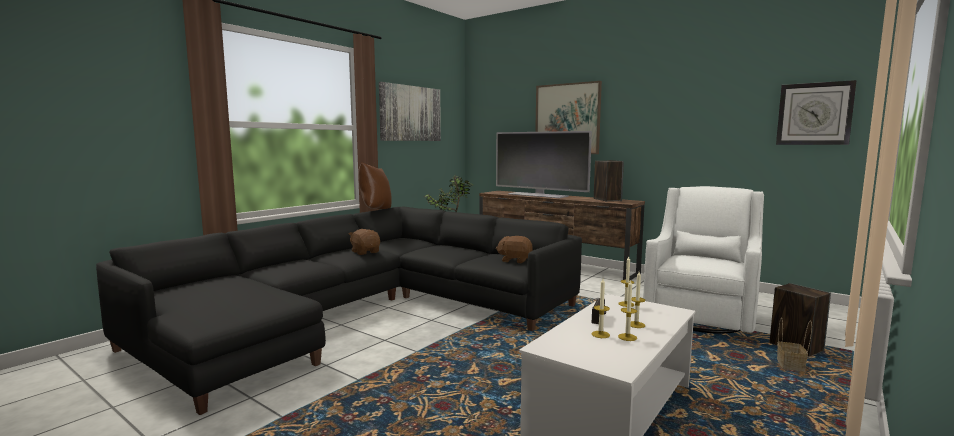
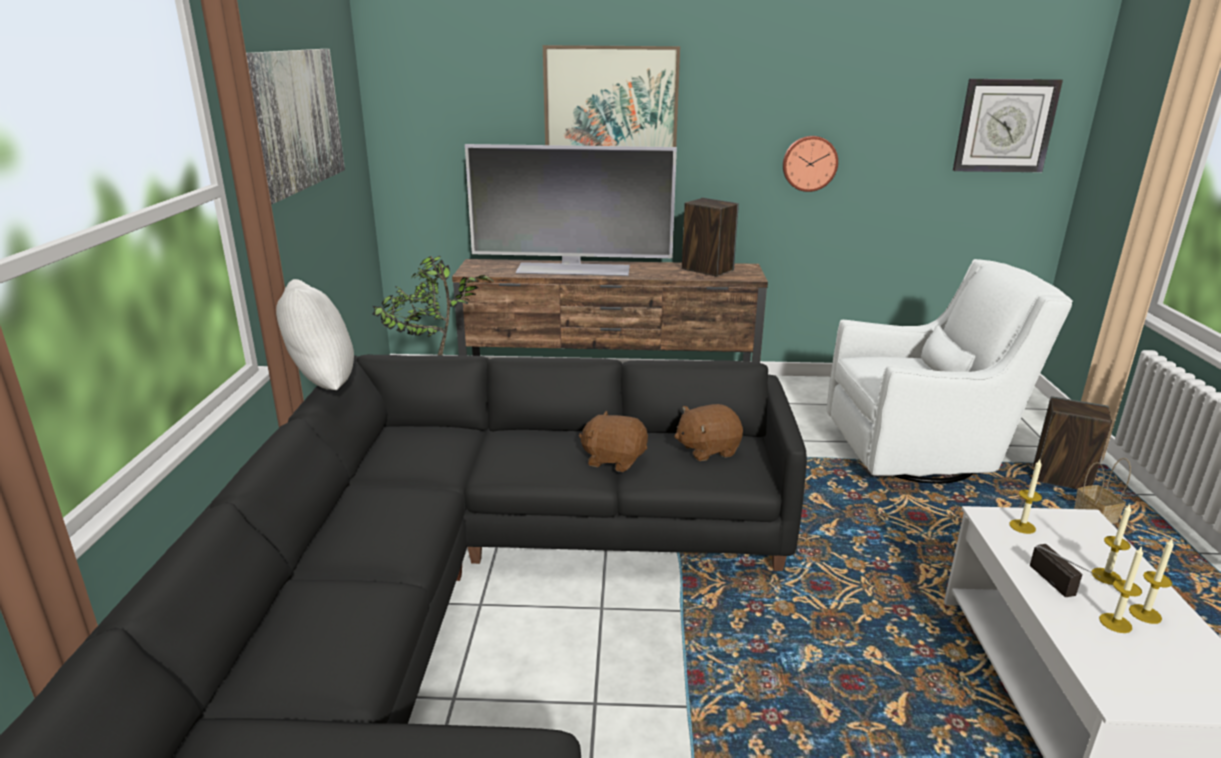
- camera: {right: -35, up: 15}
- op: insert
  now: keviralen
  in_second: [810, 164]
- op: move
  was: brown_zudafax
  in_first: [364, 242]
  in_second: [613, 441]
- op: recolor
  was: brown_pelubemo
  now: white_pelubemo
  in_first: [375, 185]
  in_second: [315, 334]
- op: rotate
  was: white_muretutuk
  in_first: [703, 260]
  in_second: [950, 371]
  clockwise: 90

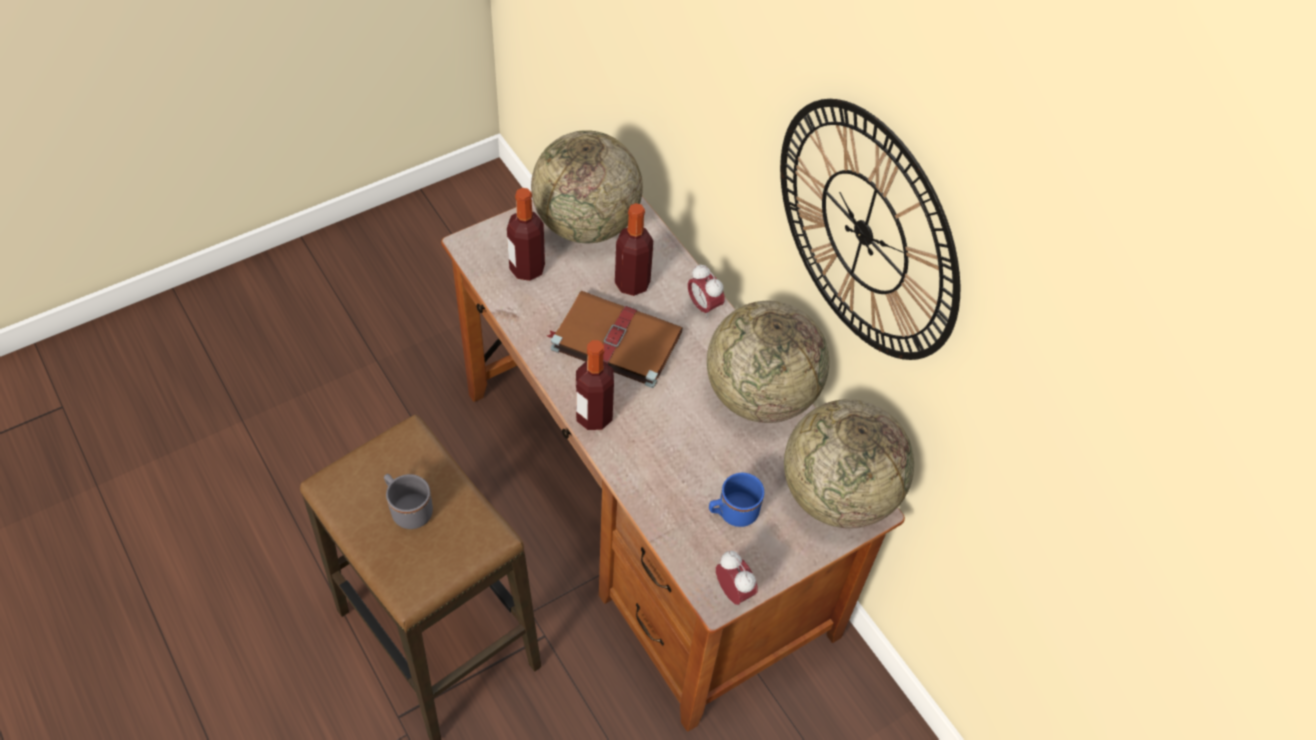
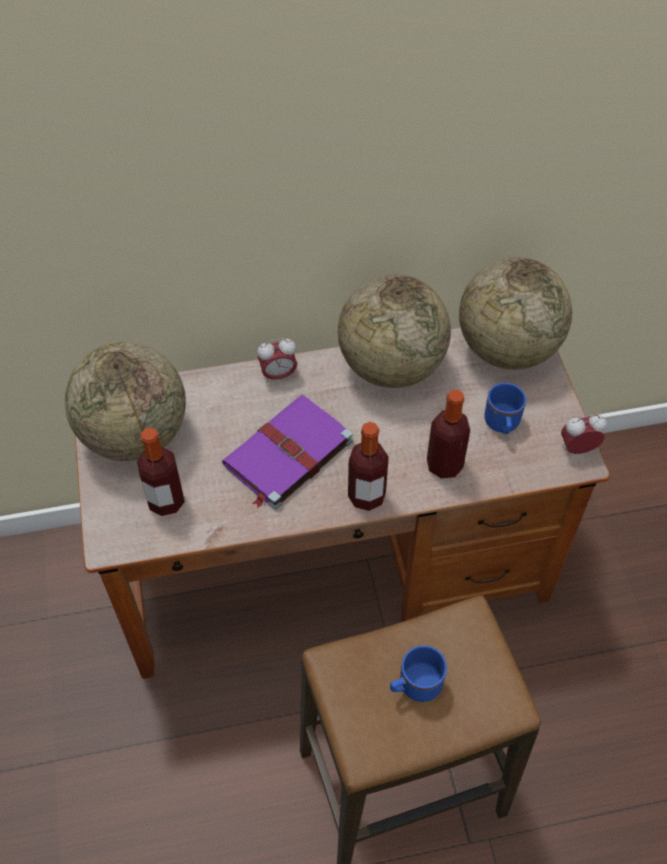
- camera: {right: -65, up: 0}
- op: delete
  was: keviralen
  in_first: [870, 229]
- op: move
  was: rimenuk
  in_first: [634, 249]
  in_second: [448, 434]
- op: recolor
  was: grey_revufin
  now: blue_revufin
  in_first: [408, 501]
  in_second: [418, 673]
- op: recolor
  was: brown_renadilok
  now: purple_renadilok
  in_first: [615, 339]
  in_second: [287, 452]

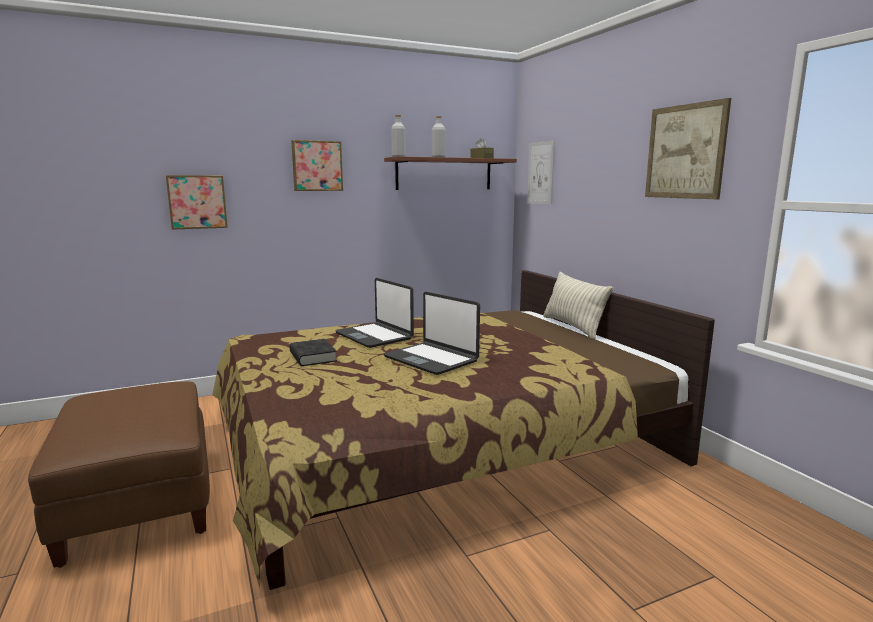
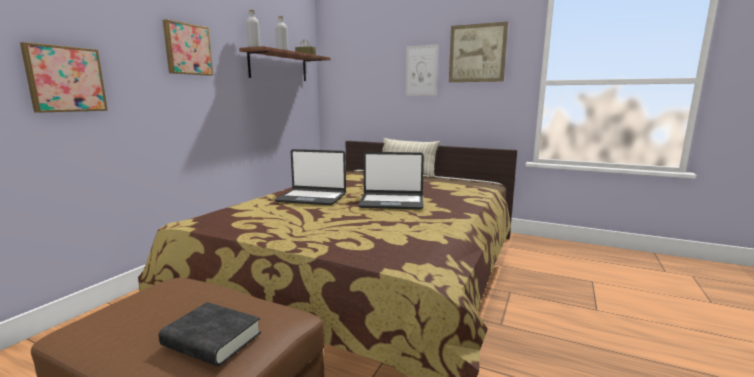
- camera: {right: -40, up: 0}
- op: move
  was: black_renadilok
  in_first: [313, 352]
  in_second: [210, 334]
- op: move
  was: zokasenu
  in_first: [541, 173]
  in_second: [422, 70]

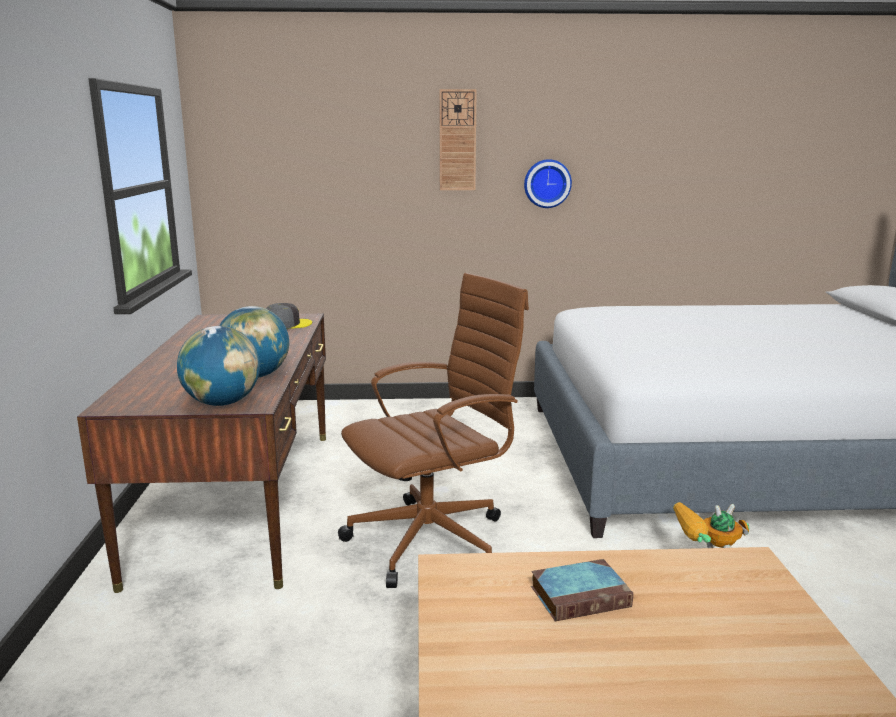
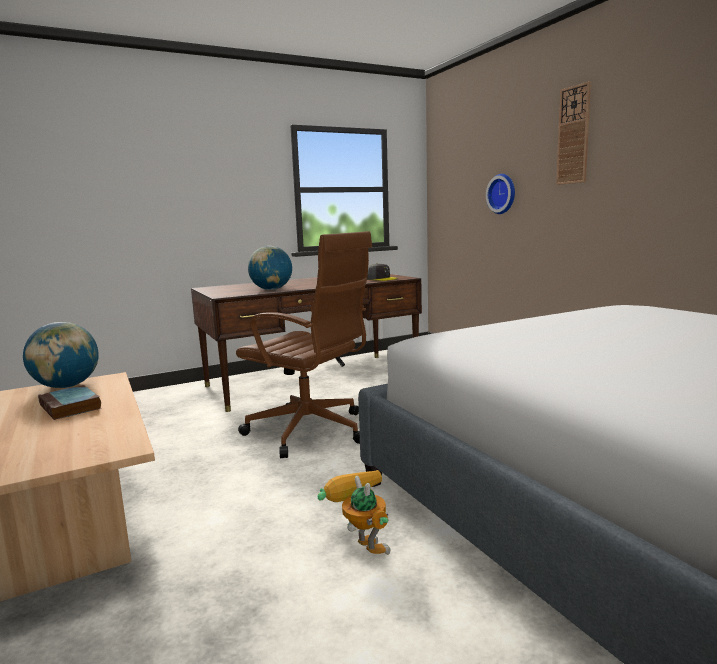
- camera: {right: 65, up: -5}
- op: move
  was: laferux
  in_first: [218, 366]
  in_second: [61, 355]
- op: move
  was: keviralen
  in_first: [548, 183]
  in_second: [500, 194]

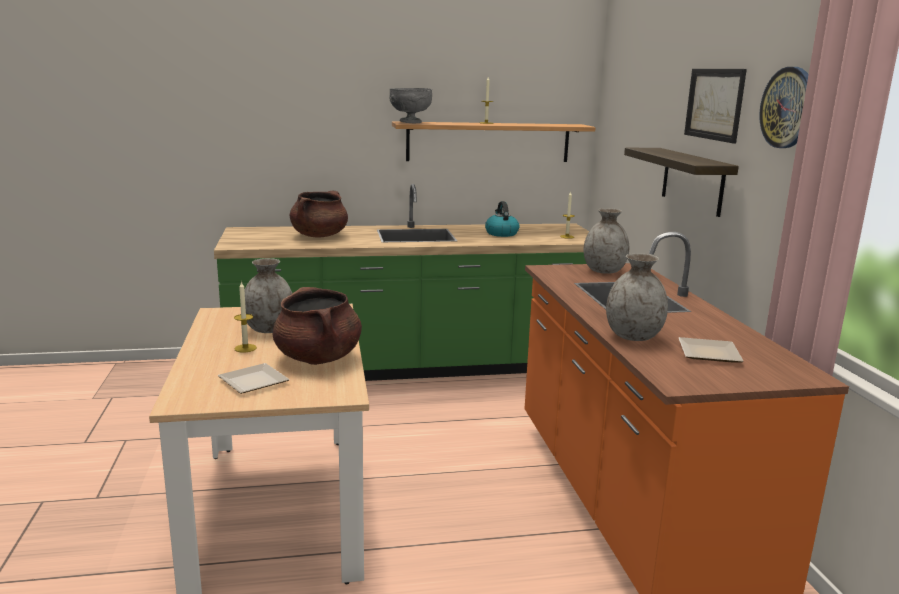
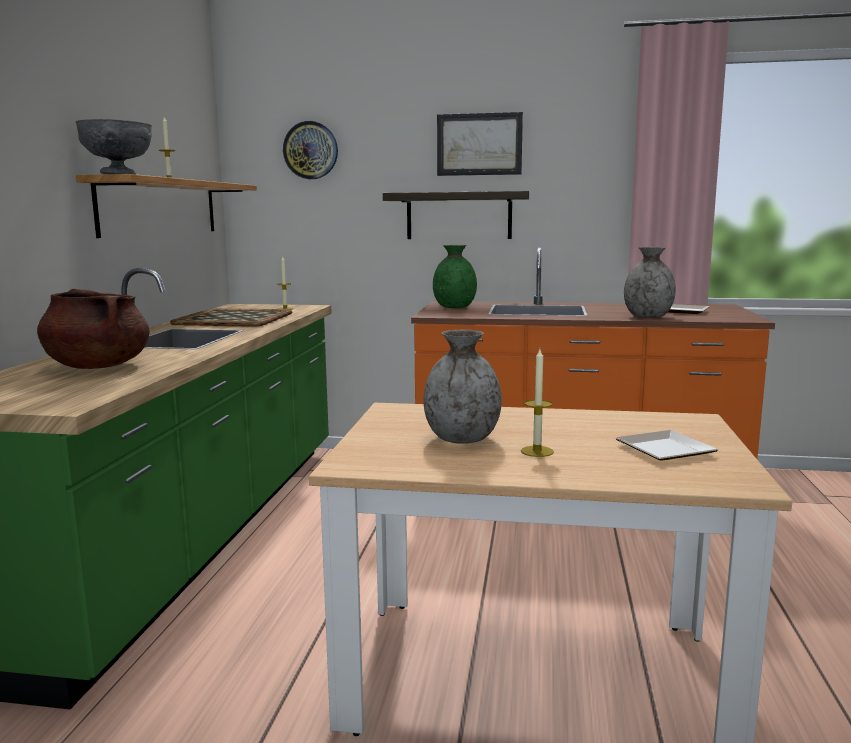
- camera: {right: -70, up: -5}
- op: delete
  was: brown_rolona
  in_first: [317, 326]
- op: move
  was: keviralen
  in_first: [784, 107]
  in_second: [310, 150]
- op: replace
  was: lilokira
  now: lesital
  in_first: [502, 219]
  in_second: [231, 317]
- op: recolor
  was: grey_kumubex
  now: green_kumubex
  in_first: [606, 241]
  in_second: [455, 276]

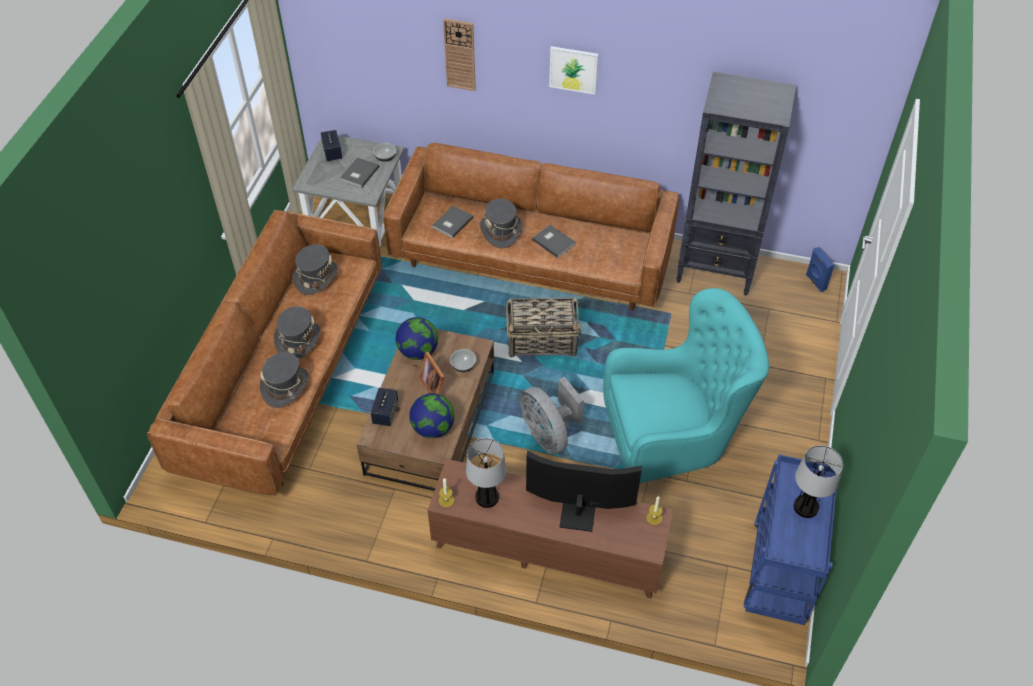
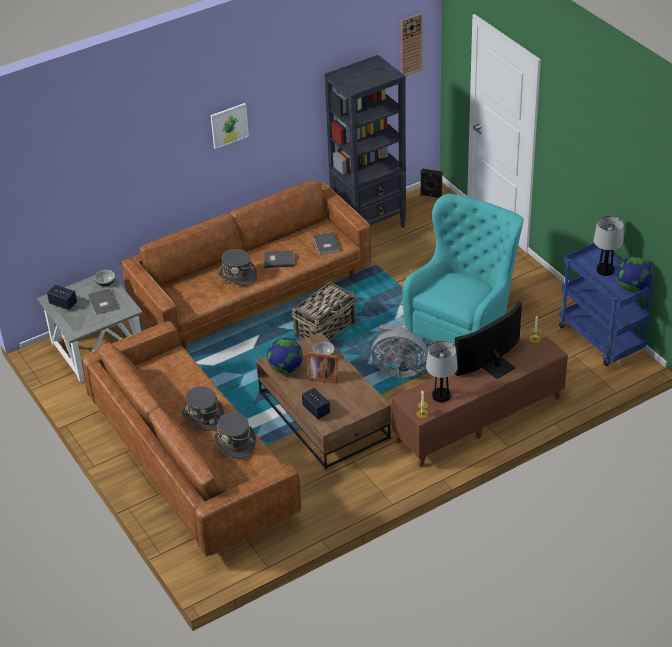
- camera: {right: -45, up: -10}
- op: delete
  was: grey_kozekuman
  in_first: [315, 269]
- op: move
  was: laferux
  in_first: [432, 415]
  in_second: [634, 274]
- op: move
  was: grey_renadilok
  in_first: [453, 222]
  in_second: [326, 243]
- op: move
  was: keviralen
  in_first: [459, 55]
  in_second: [411, 44]
- op: recolor
  was: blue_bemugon
  now: black_bemugon
  in_first: [820, 269]
  in_second: [431, 183]

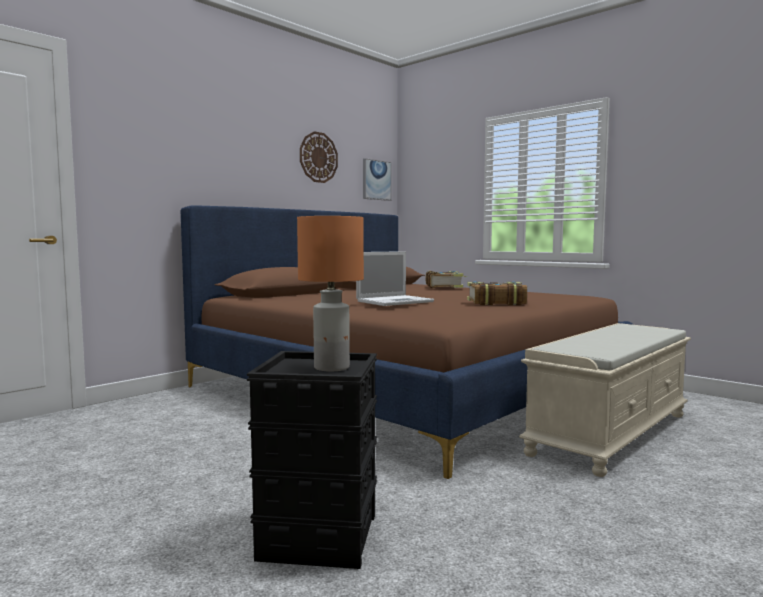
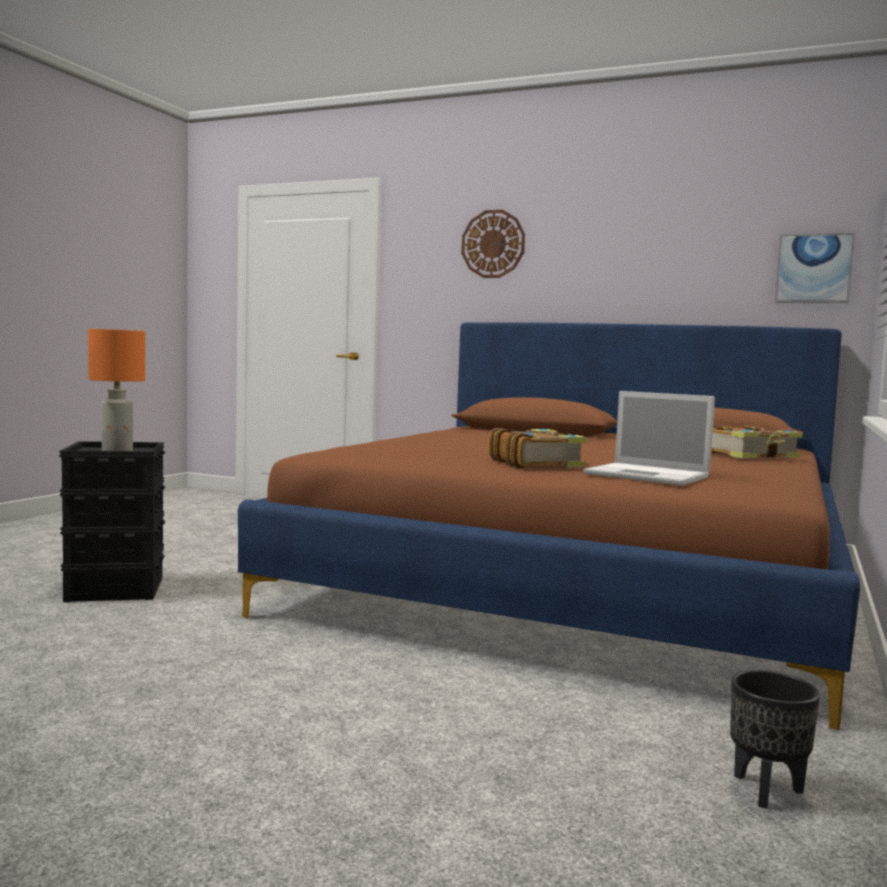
- camera: {right: 70, up: 0}
- op: delete
  was: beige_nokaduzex
  in_first: [605, 400]
- op: insert
  now: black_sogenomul
  in_second: [775, 739]
- op: move
  was: keviralen
  in_first: [319, 157]
  in_second: [493, 244]
- op: move
  was: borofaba
  in_first: [395, 278]
  in_second: [649, 438]

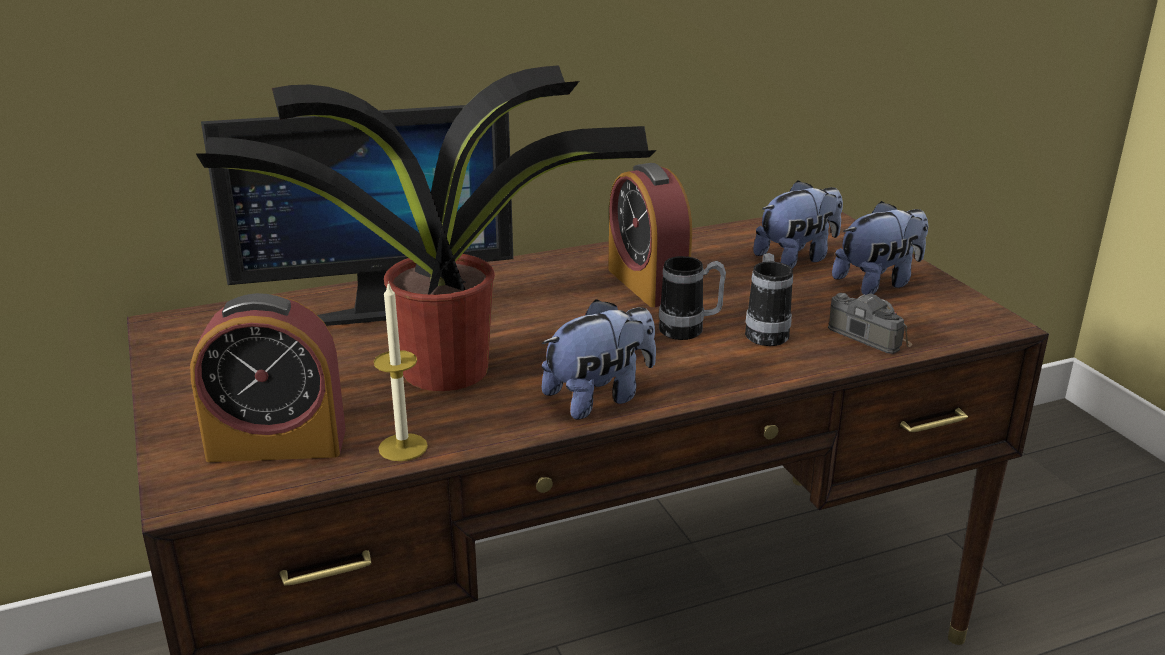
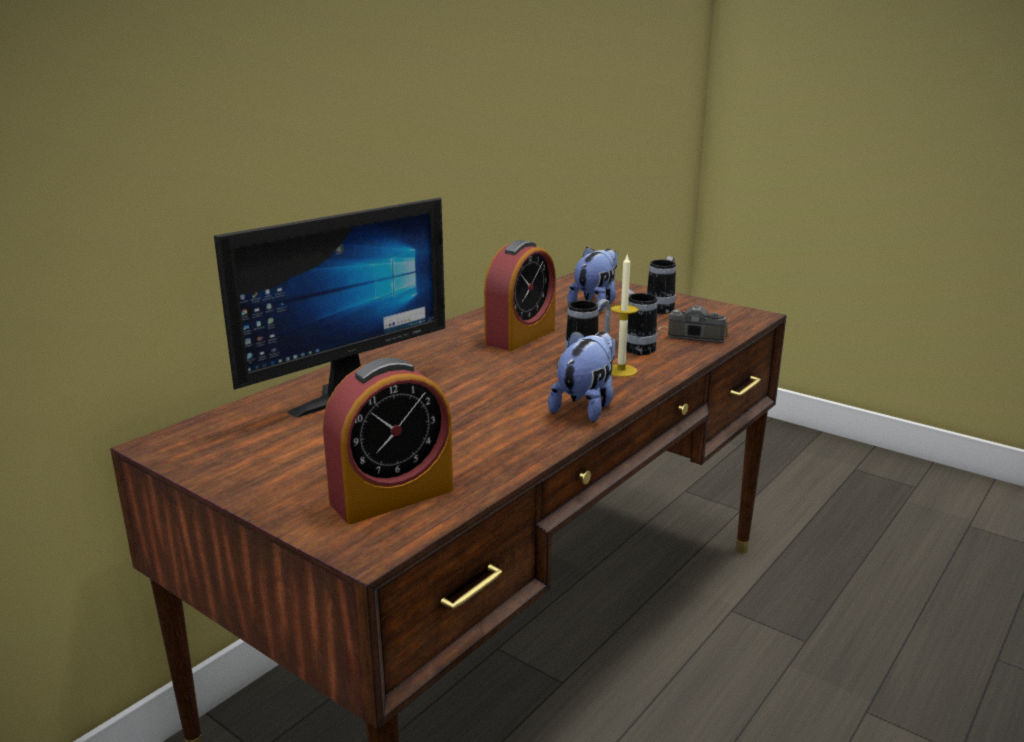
- camera: {right: -30, up: -5}
- op: delete
  was: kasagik
  in_first: [426, 228]
- op: move
  was: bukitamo
  in_first: [401, 371]
  in_second: [624, 316]
- op: replace
  was: zudafax
  now: revufin
  in_first: [880, 248]
  in_second: [661, 285]
- op: rotate
  was: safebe
  in_first: [650, 235]
  in_second: [520, 295]
  clockwise: -90

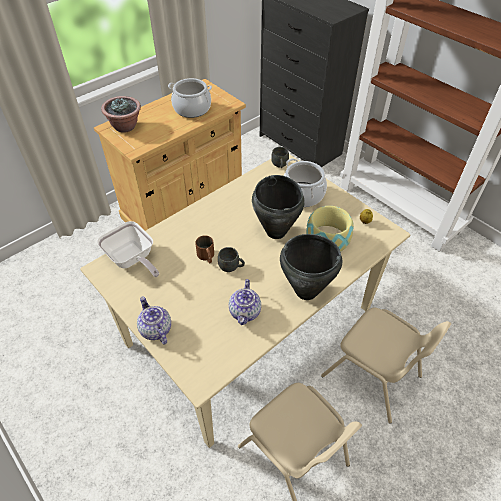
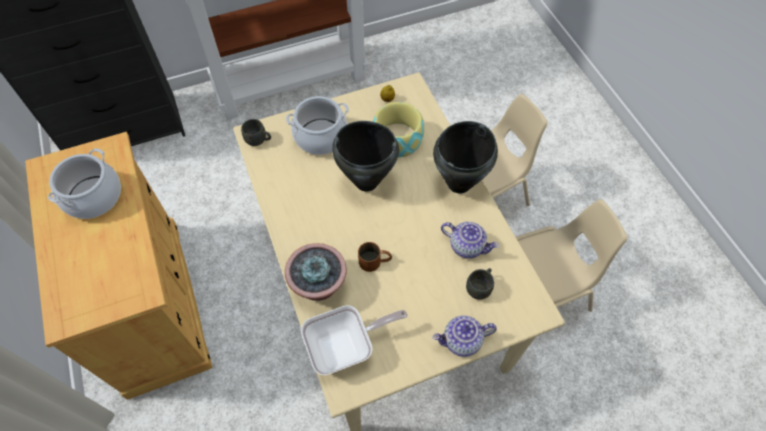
- camera: {right: -70, up: 10}
- op: move
  was: kasagik
  in_first: [121, 114]
  in_second: [316, 272]
- op: move
  was: grey_revufin
  in_first: [231, 259]
  in_second: [480, 284]

